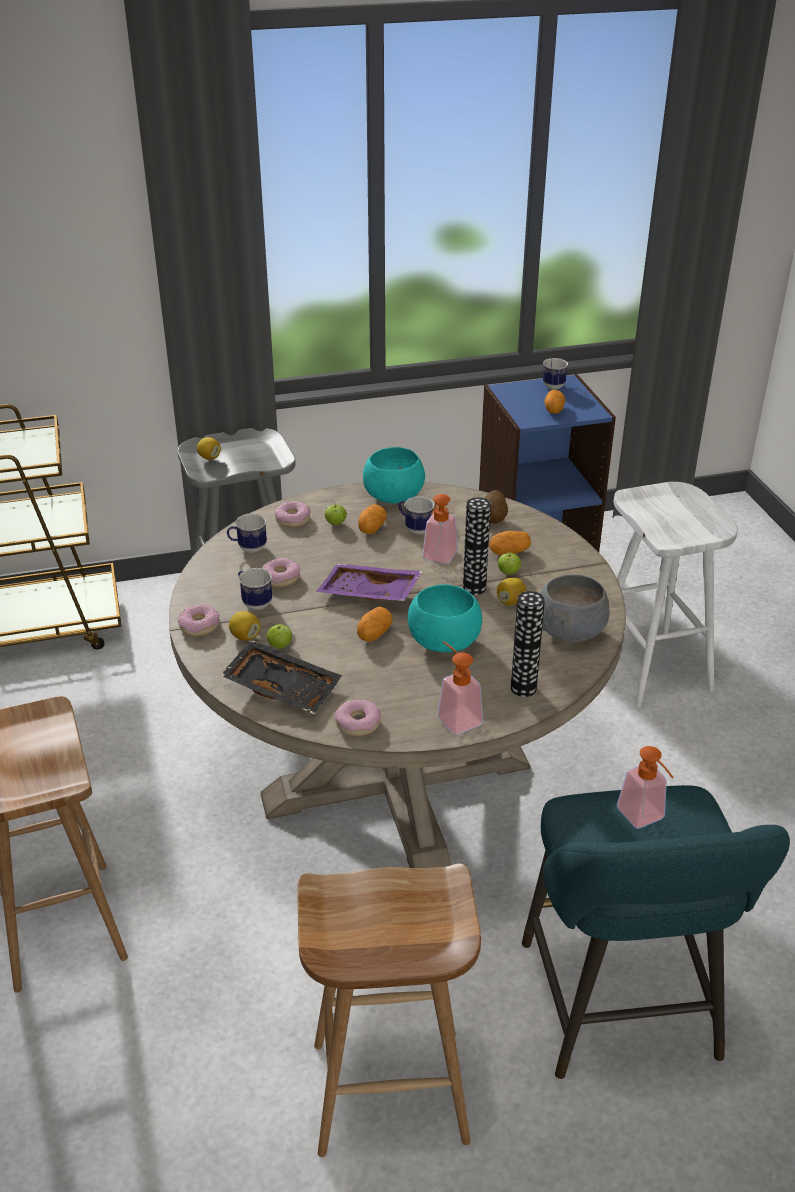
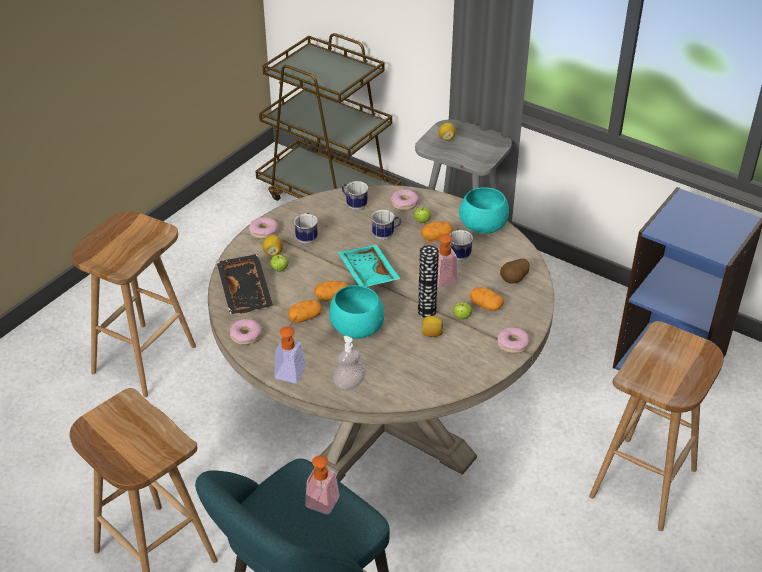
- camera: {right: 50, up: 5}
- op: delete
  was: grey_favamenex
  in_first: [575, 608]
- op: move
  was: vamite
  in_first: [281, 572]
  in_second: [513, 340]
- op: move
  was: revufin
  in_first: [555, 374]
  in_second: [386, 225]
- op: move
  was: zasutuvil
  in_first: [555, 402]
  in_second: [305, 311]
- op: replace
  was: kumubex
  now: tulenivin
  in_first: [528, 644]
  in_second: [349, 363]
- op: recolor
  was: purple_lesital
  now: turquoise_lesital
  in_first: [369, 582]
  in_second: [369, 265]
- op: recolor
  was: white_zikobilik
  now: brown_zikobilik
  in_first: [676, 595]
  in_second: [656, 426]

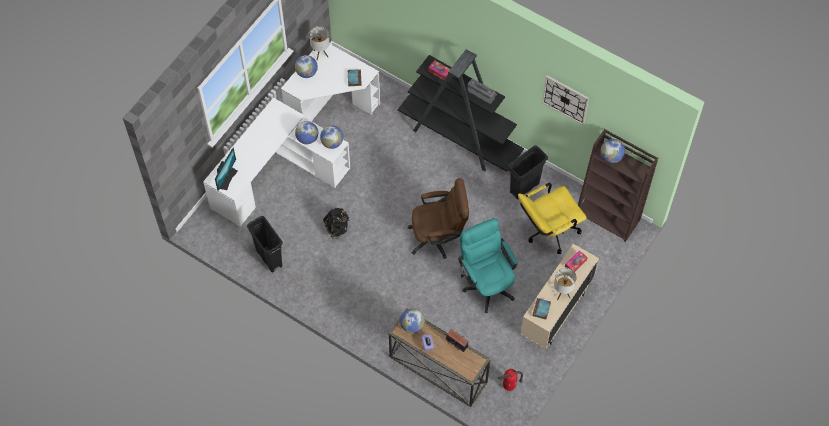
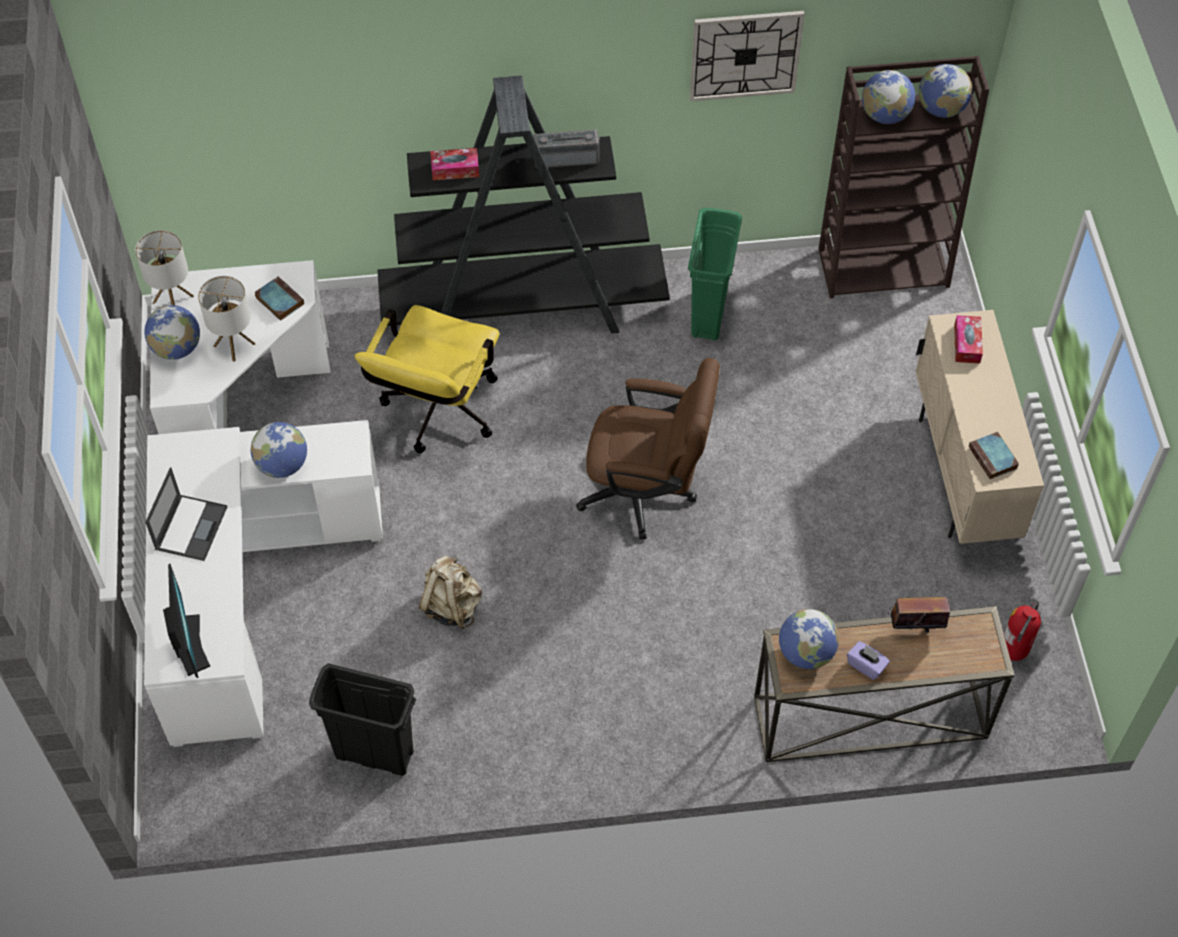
- camera: {right: -40, up: -5}
- op: delete
  was: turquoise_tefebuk
  in_first: [487, 265]
- op: insert
  now: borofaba
  in_second: [186, 514]
- op: move
  was: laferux
  in_first: [331, 137]
  in_second: [946, 91]
- op: move
  was: yellow_tefebuk
  in_first: [552, 218]
  in_second: [427, 379]
- op: move
  was: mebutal
  in_first: [565, 284]
  in_second: [227, 319]
- op: recolor
  was: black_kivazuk
  now: beige_kivazuk
  in_first: [336, 223]
  in_second: [450, 592]
- op: recolor
  was: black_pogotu
  now: green_pogotu
  in_first: [528, 172]
  in_second: [715, 274]
- op: rotate
  was: brown_tefebuk
  in_first: [438, 218]
  in_second: [648, 449]
  clockwise: 60

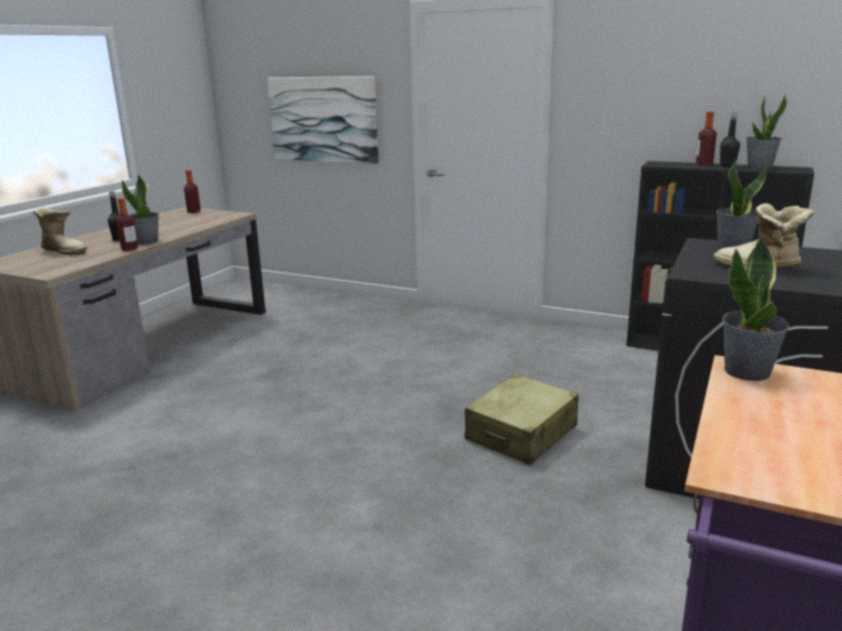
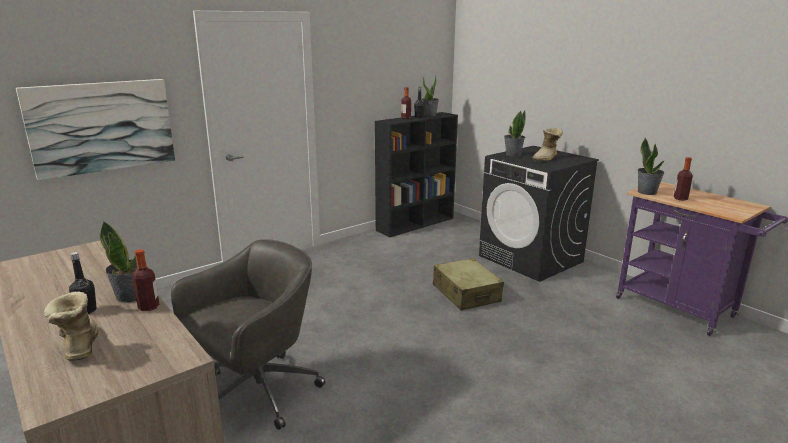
- camera: {right: -65, up: 0}
- op: insert
  now: grey_tefebuk
  in_second: [248, 334]
- op: move
  was: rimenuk
  in_first: [192, 191]
  in_second: [683, 179]
- op: rotate
  was: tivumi
  in_first: [60, 231]
  in_second: [71, 326]
  clockwise: -75

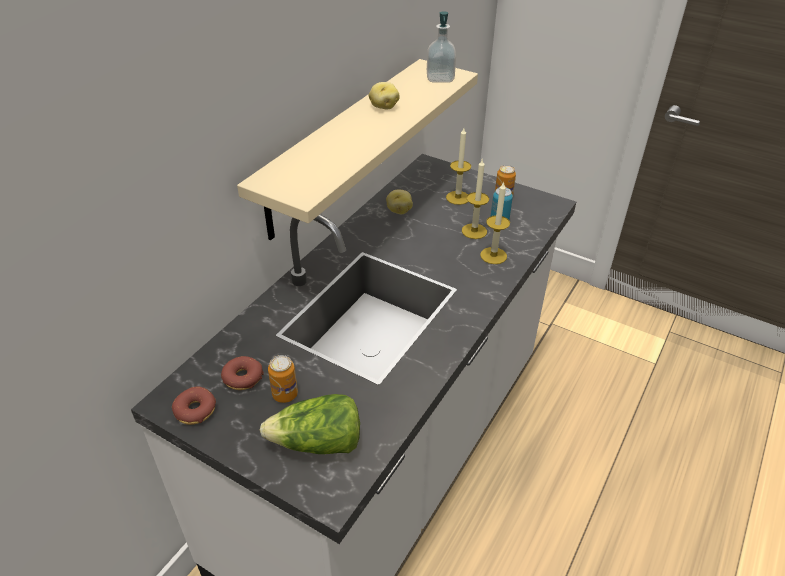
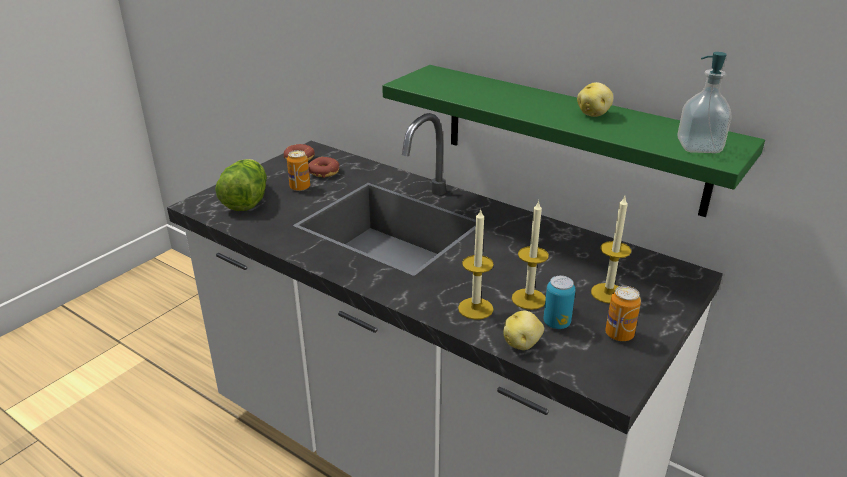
- camera: {right: 95, up: -10}
- op: move
  was: zasutuvil
  in_first: [399, 201]
  in_second: [523, 330]
- op: recolor
  was: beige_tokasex
  now: green_tokasex
  in_first: [357, 149]
  in_second: [573, 141]

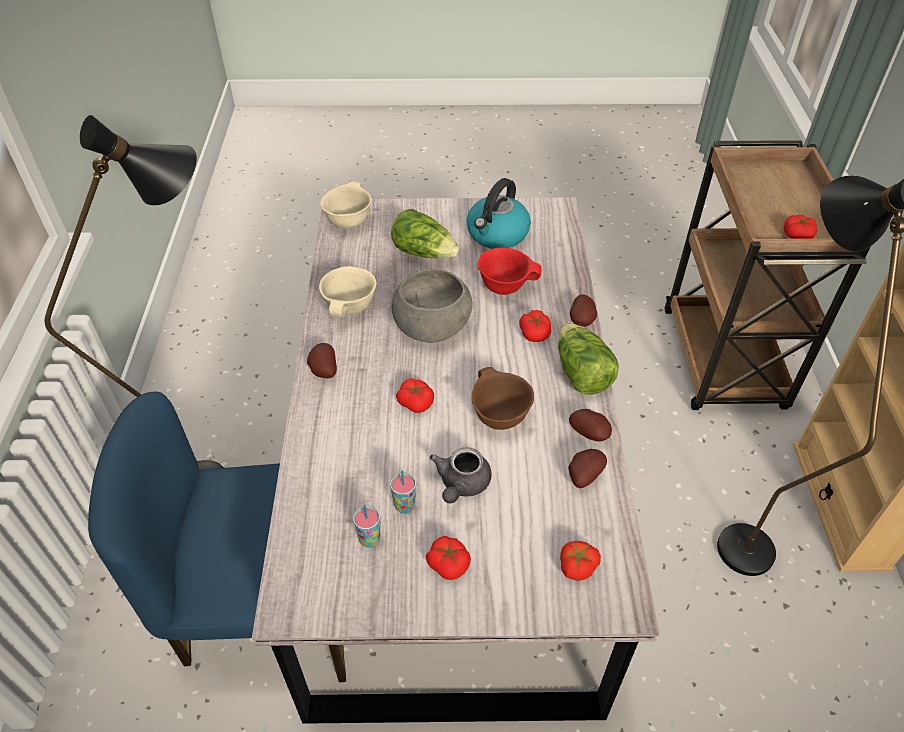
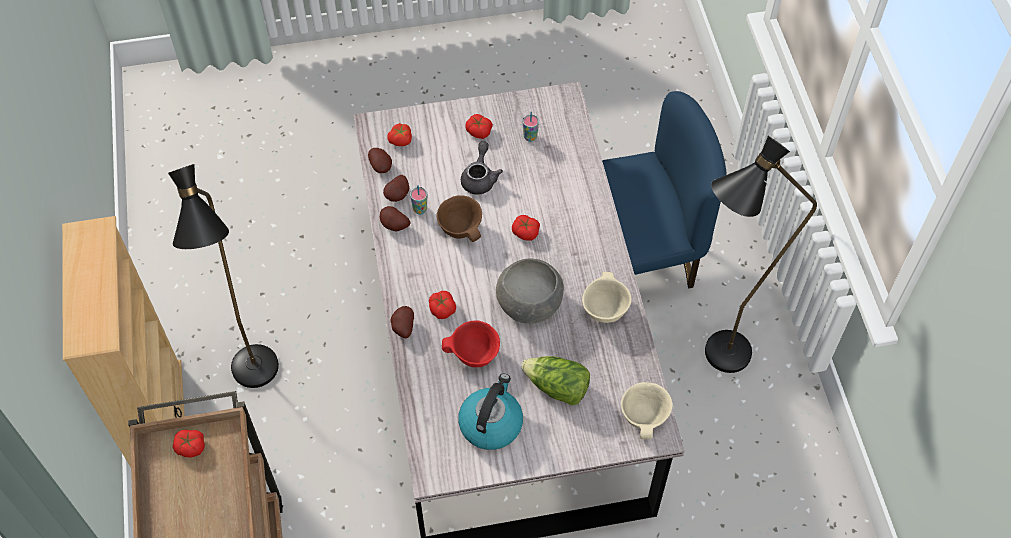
- camera: {right: 170, up: 10}
- op: delete
  was: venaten
  in_first: [588, 359]
- op: move
  was: zasutuvil
  in_first: [322, 360]
  in_second: [380, 160]
- op: move
  was: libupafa
  in_first: [403, 492]
  in_second: [418, 200]

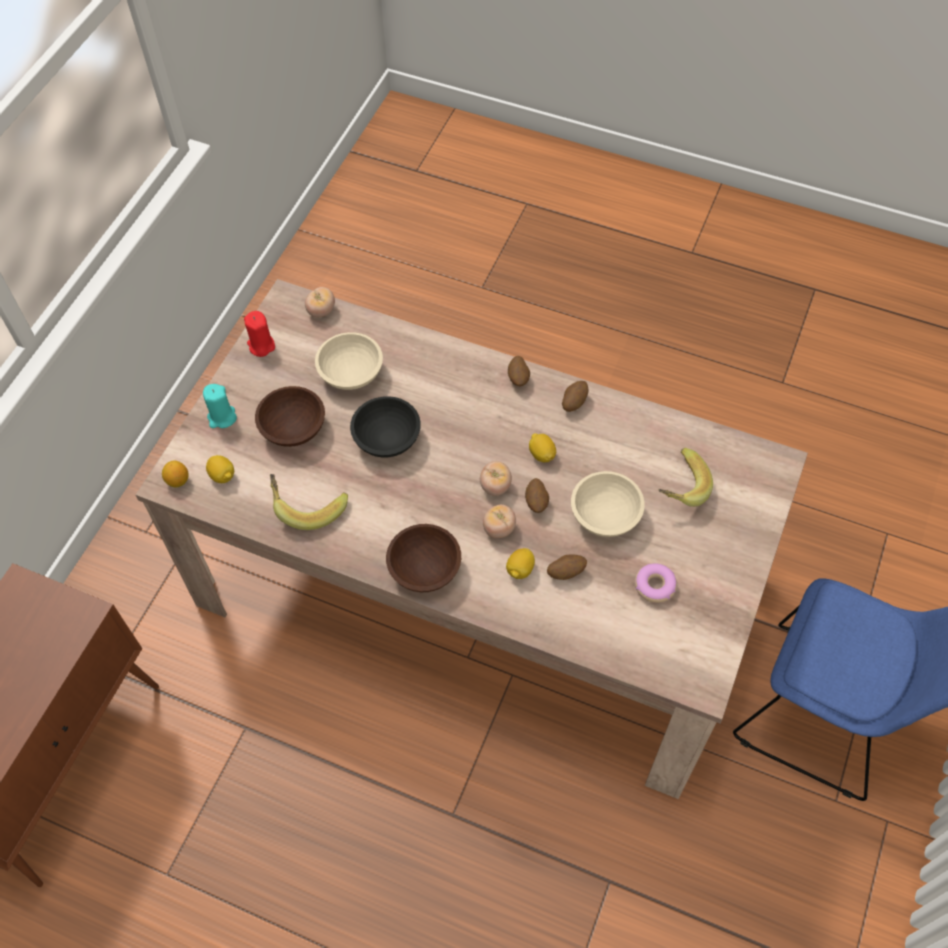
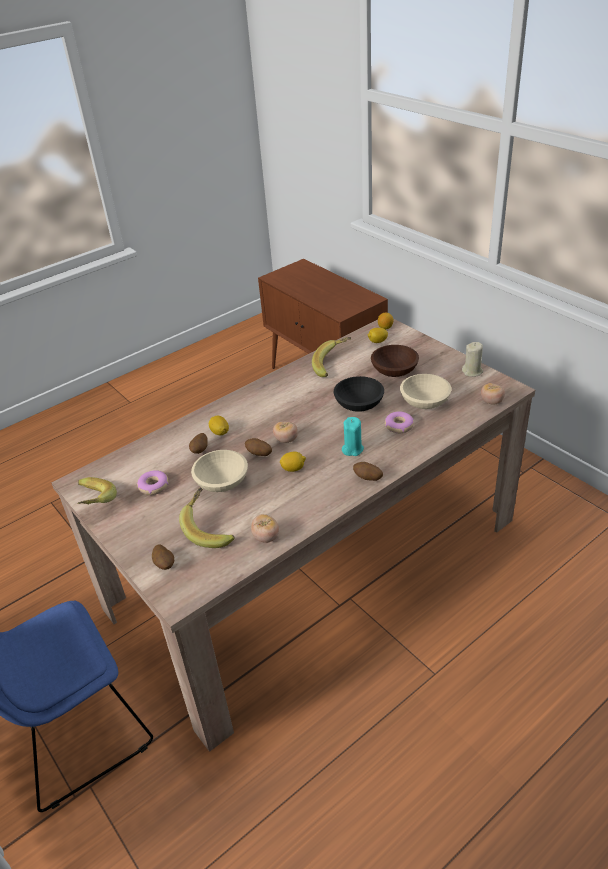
- camera: {right: 120, up: -20}
- op: delete
  was: brown_favamenex
  in_first: [423, 558]
- op: insert
  now: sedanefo
  in_second: [97, 490]
- op: insert
  now: vamite
  in_second: [399, 422]
- op: move
  was: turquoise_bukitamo
  in_first: [220, 406]
  in_second: [353, 436]
- op: move
  was: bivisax
  in_first: [499, 521]
  in_second: [265, 528]
- op: move
  was: zasutuvil
  in_first: [575, 396]
  in_second: [163, 557]
- op: recolor
  was: red_bukitamo
  now: beige_bukitamo
  in_first: [259, 334]
  in_second: [472, 359]

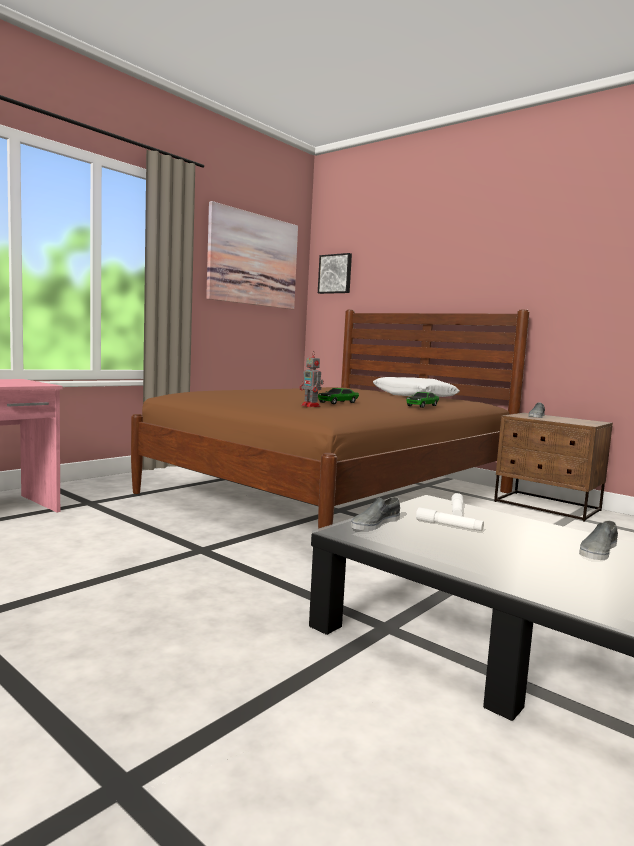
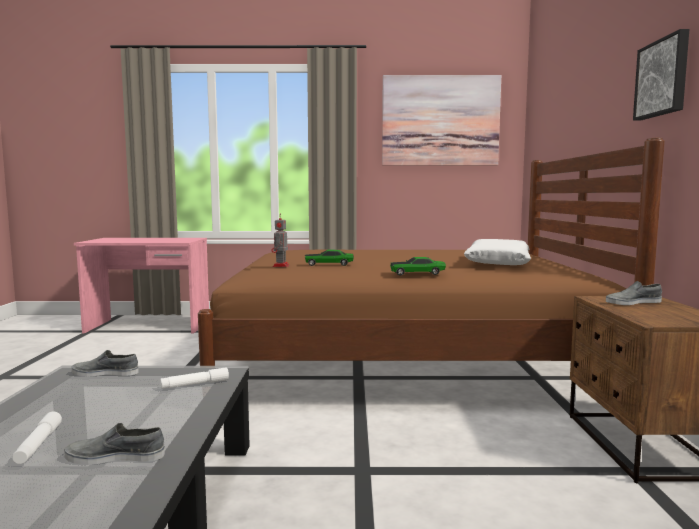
- camera: {right: 50, up: 0}
- op: move
  was: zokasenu
  in_first: [335, 273]
  in_second: [661, 75]
- op: move
  was: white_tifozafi
  in_first: [450, 519]
  in_second: [37, 438]

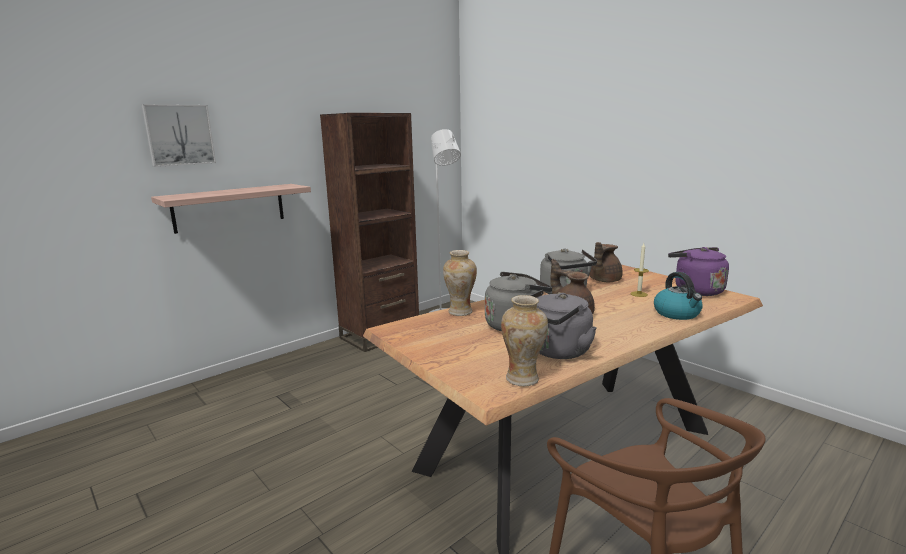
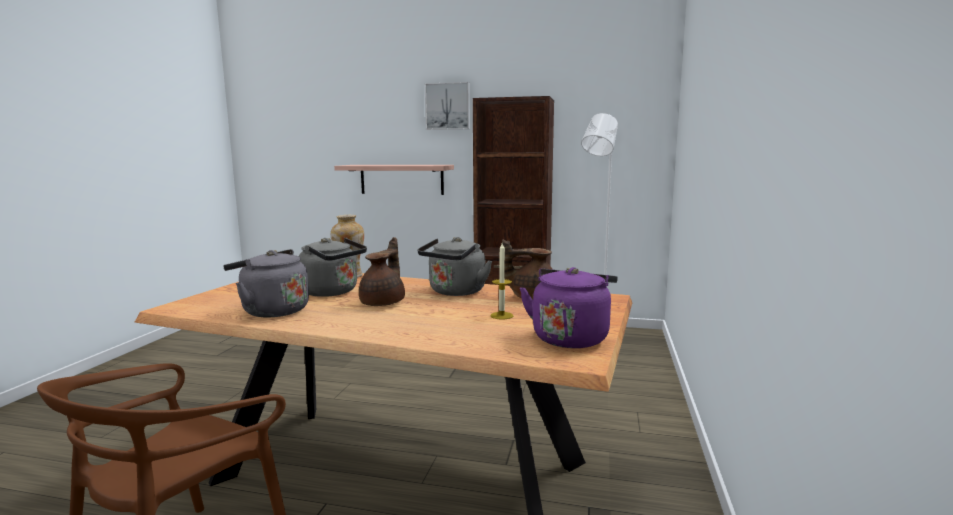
- camera: {right: 55, up: -5}
- op: delete
  was: kumubex
  in_first: [524, 340]
- op: delete
  was: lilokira
  in_first: [678, 296]
- op: move
  was: zokasenu
  in_first: [179, 135]
  in_second: [447, 106]

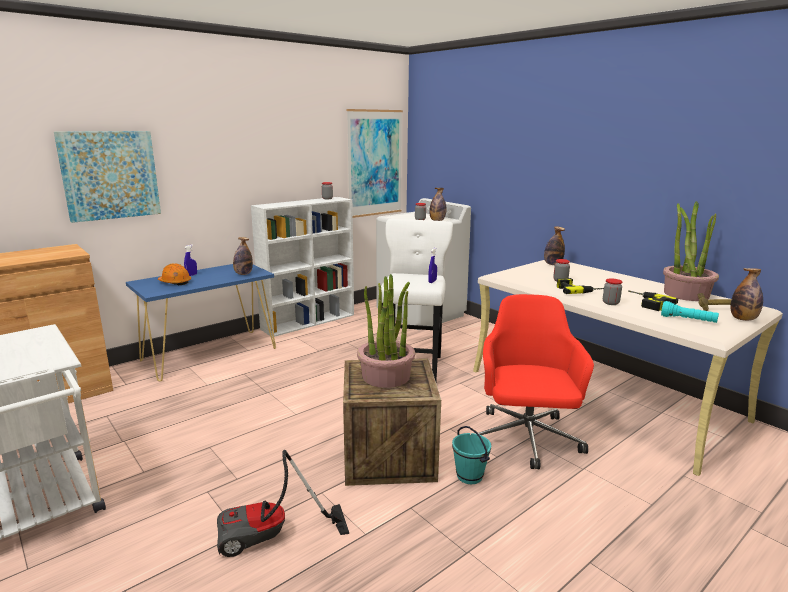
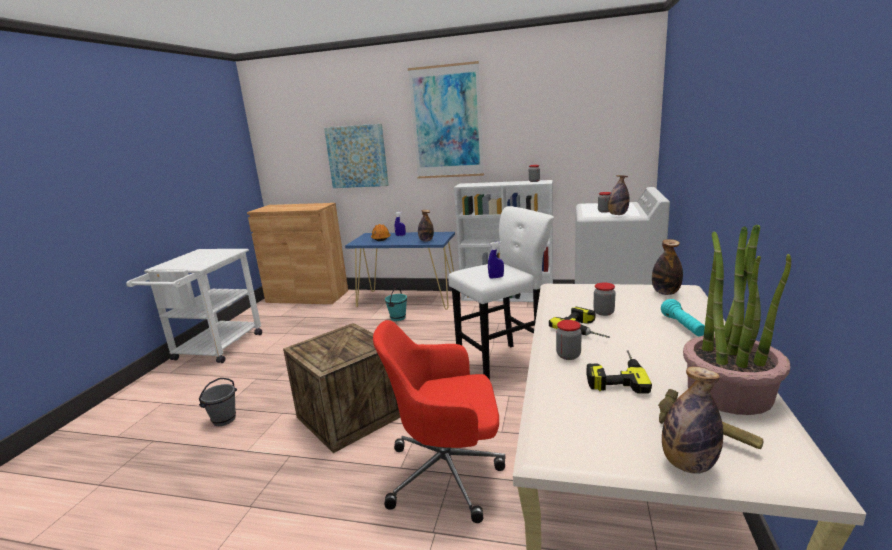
- camera: {right: 55, up: 0}
- op: delete
  was: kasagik
  in_first: [386, 331]
- op: move
  was: zokasenu
  in_first: [375, 163]
  in_second: [446, 119]
- op: move
  was: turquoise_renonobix
  in_first: [471, 455]
  in_second: [396, 304]
- op: move
  was: turquoise_tifozafi
  in_first: [690, 312]
  in_second: [683, 318]
- op: replace
  was: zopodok
  now: grey_renonobix
  in_first: [283, 503]
  in_second: [218, 402]
- op: rotate
  was: red_tefebuk
  in_first: [536, 381]
  in_second: [439, 421]
  clockwise: -150

